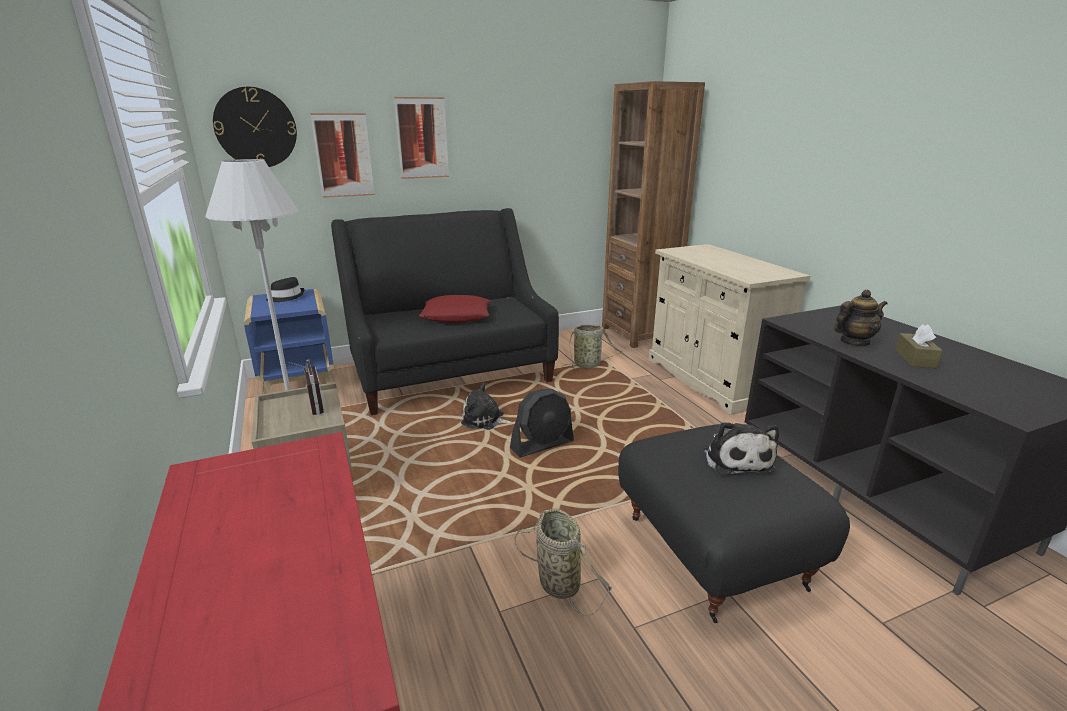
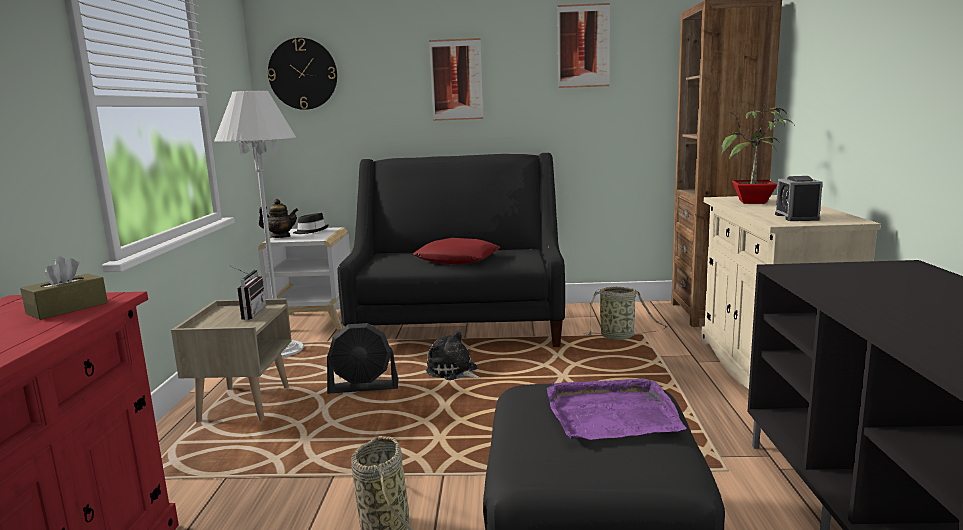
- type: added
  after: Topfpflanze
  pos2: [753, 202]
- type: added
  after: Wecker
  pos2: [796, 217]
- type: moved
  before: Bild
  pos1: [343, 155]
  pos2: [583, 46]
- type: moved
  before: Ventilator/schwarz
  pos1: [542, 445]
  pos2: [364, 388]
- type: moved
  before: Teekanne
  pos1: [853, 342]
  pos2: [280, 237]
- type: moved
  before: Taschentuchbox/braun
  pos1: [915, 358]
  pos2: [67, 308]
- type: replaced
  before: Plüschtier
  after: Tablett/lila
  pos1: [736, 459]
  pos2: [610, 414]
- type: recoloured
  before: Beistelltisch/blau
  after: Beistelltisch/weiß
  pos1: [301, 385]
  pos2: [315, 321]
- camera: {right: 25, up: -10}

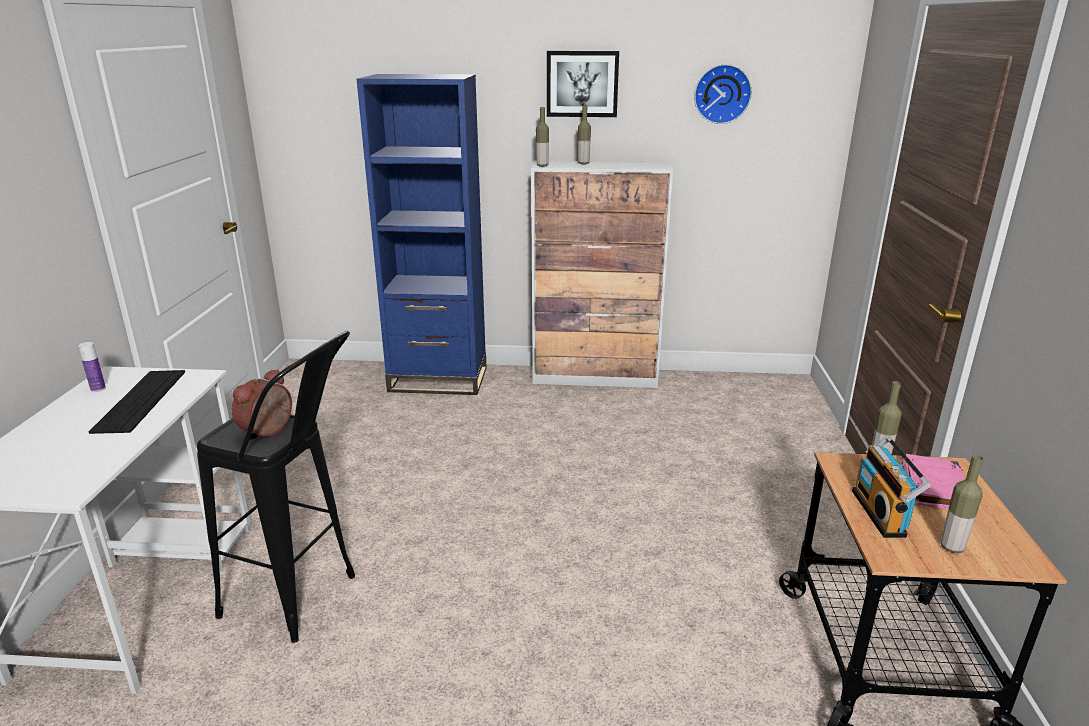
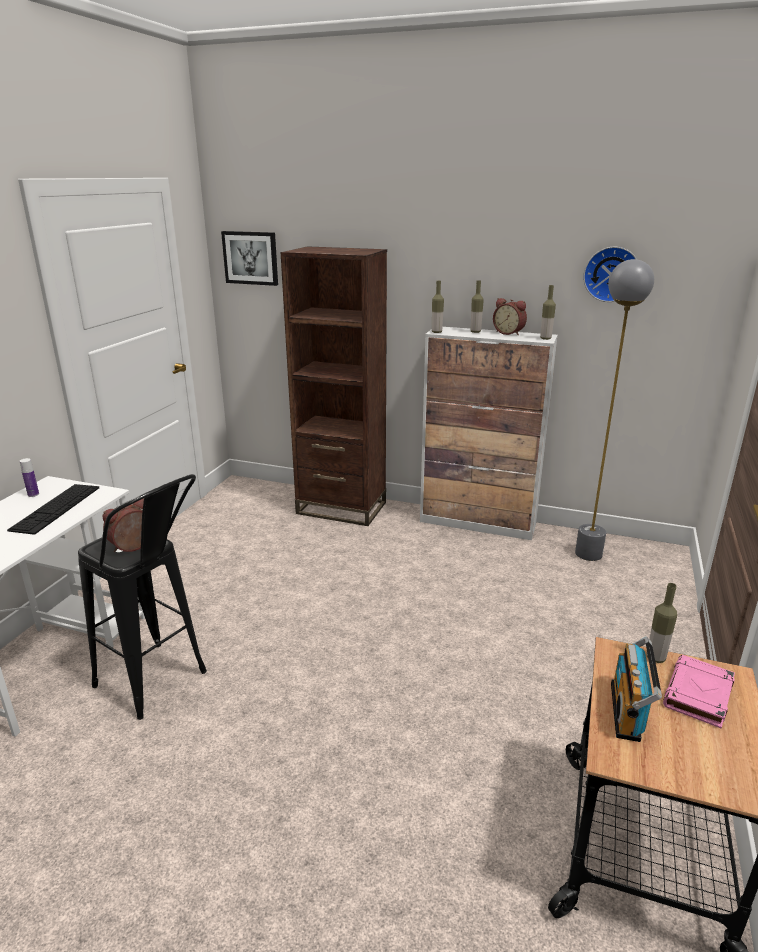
- type: added
  after: Wecker
  pos2: [509, 333]
- type: added
  after: Stehlampe/grau
  pos2: [588, 554]
- type: moved
  before: Bild
  pos1: [582, 84]
  pos2: [251, 258]
- type: moved
  before: Flasche
  pos1: [952, 547]
  pos2: [545, 338]
- type: recoloured
  before: Bücherregal/blau
  after: Bücherregal/braun
  pos1: [438, 380]
  pos2: [341, 508]
- camera: {right: 15, up: 0}

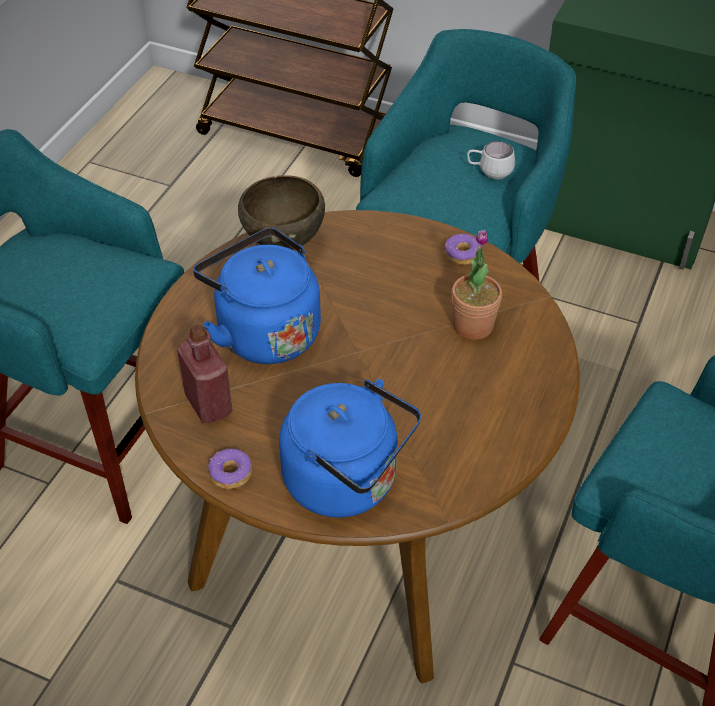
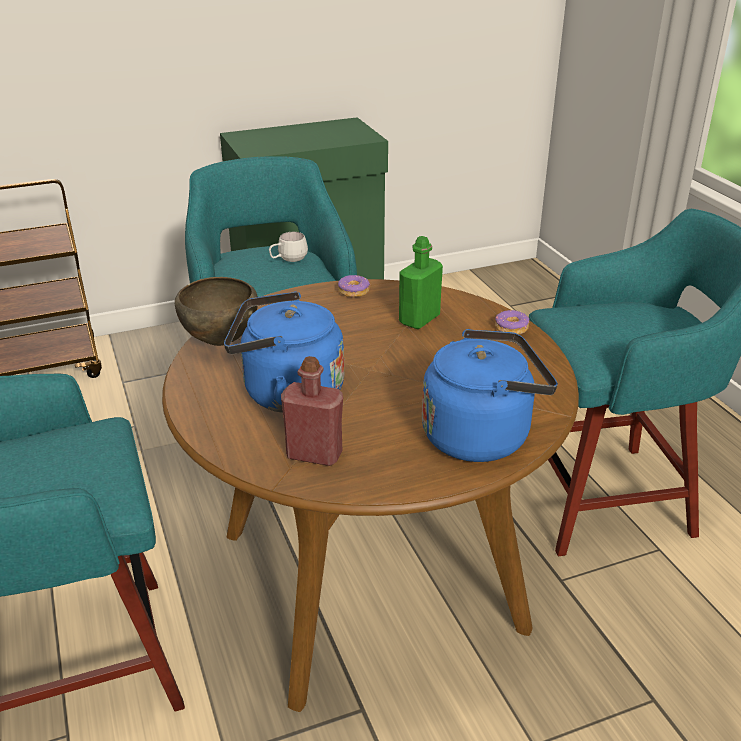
- type: moved
  before: Donut
  pos1: [230, 474]
  pos2: [511, 328]
- type: replaced
  before: Topfpflanze
  after: Flasche/grün
  pos1: [473, 325]
  pos2: [419, 319]
- camera: {right: -45, up: -15}

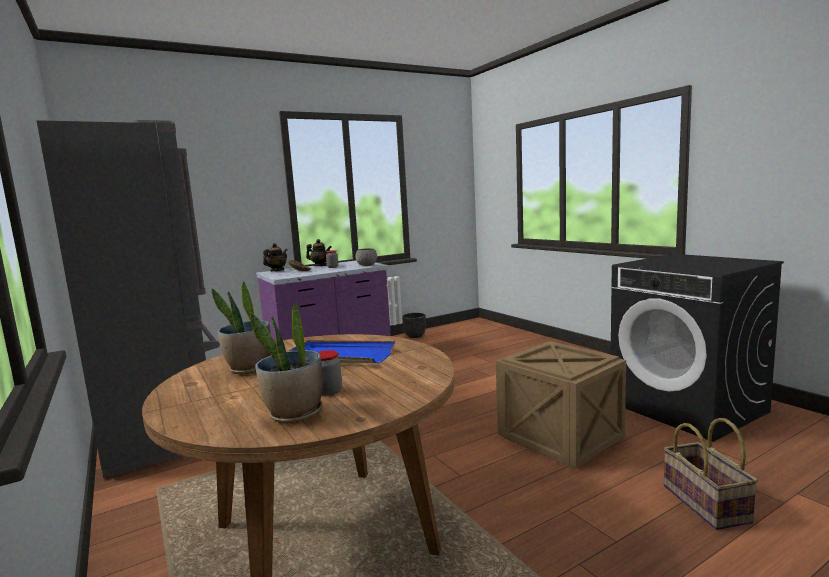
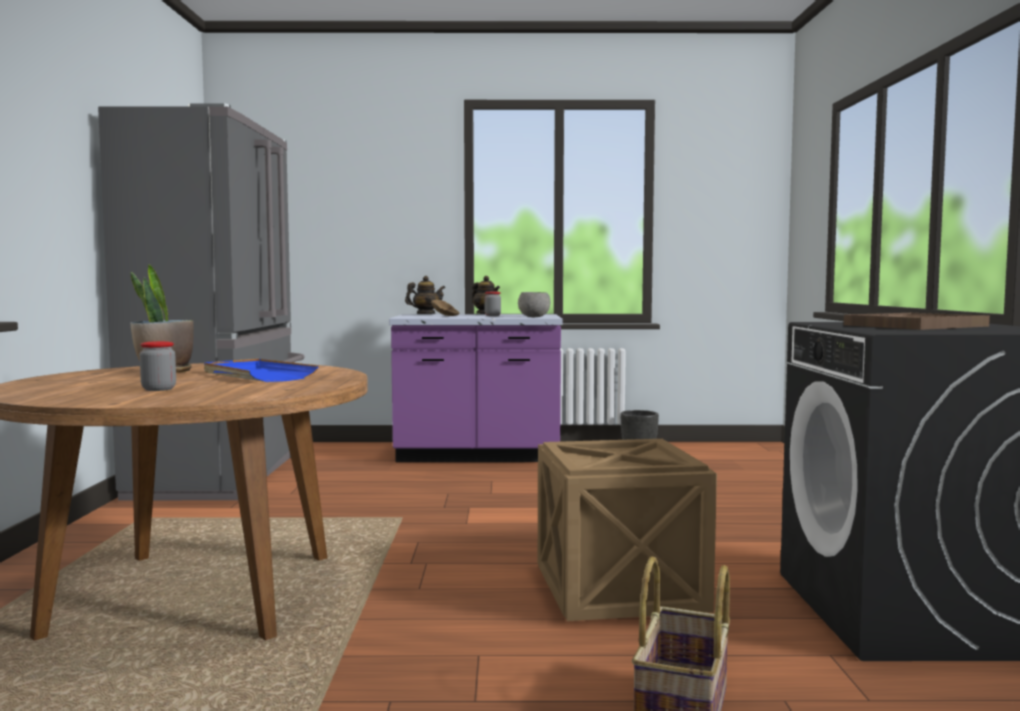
- type: removed
  before: Topfpflanze
  pos1: [295, 414]
- type: added
  after: Tablett/braun
  pos2: [915, 325]
- camera: {right: 30, up: -5}

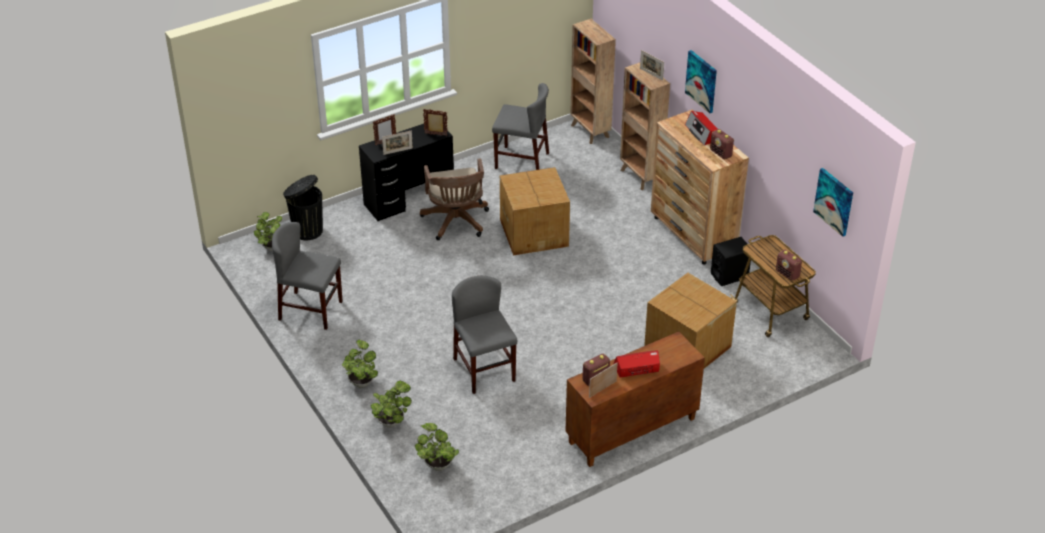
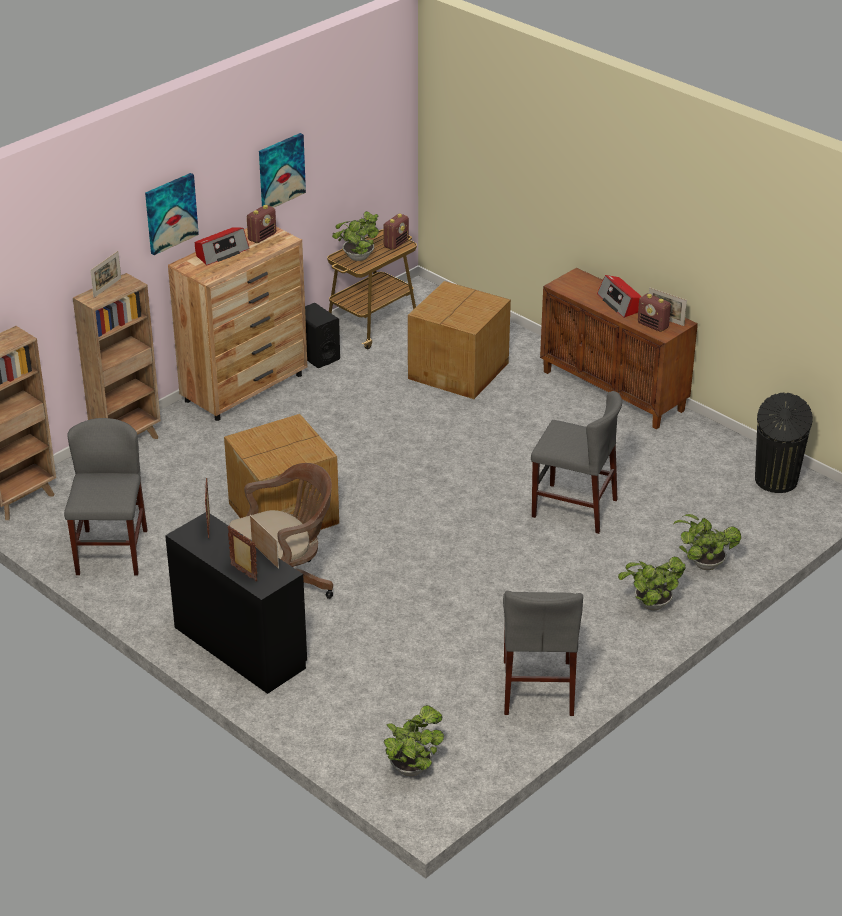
- type: moved
  before: Mülleimer/schwarz
  pos1: [307, 230]
  pos2: [776, 481]
- type: moved
  before: Topfpflanze
  pos1: [437, 463]
  pos2: [357, 258]
- type: moved
  before: Bild
  pos1: [834, 201]
  pos2: [281, 171]
- type: turned
  before: Stuhl/grau
  pos1: [484, 370]
  pos2: [574, 508]
  turn: -120
- camera: {right: -105, up: -5}

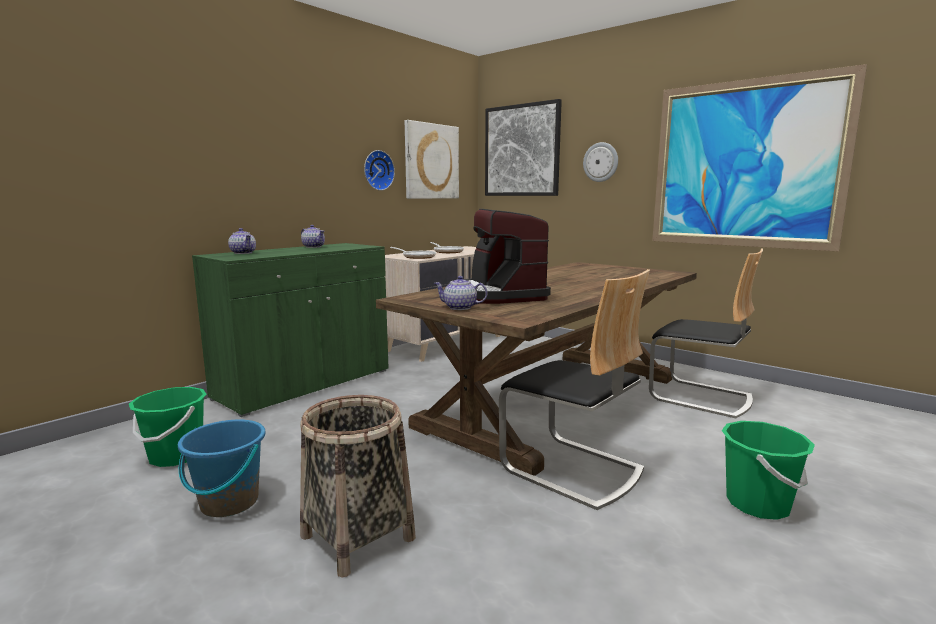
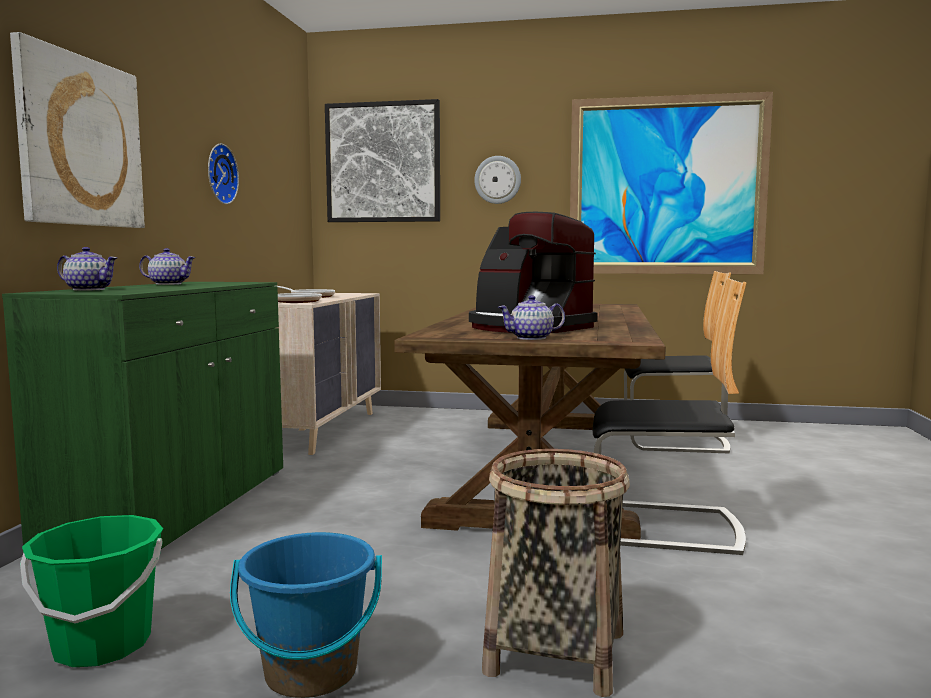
- type: removed
  before: Eimer/grün
  pos1: [758, 504]
- type: moved
  before: Bild
  pos1: [431, 161]
  pos2: [80, 142]
- camera: {right: -30, up: -5}

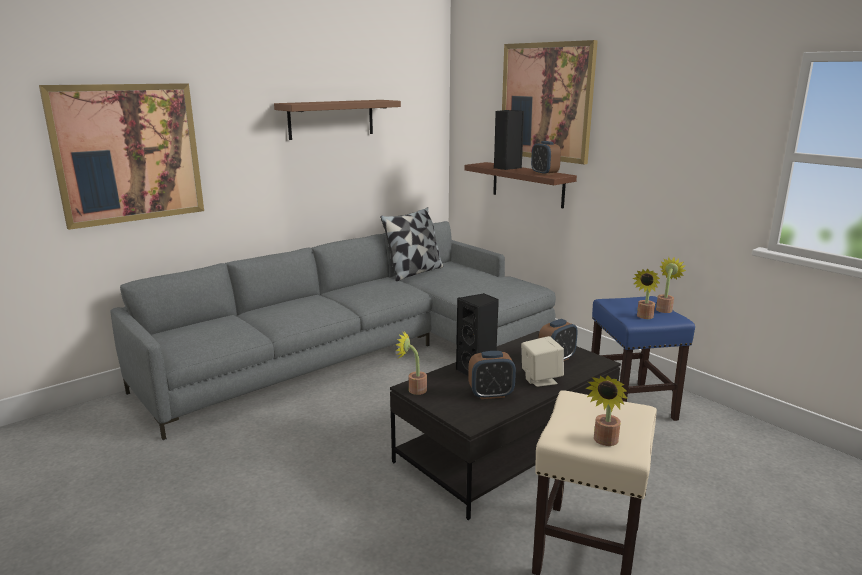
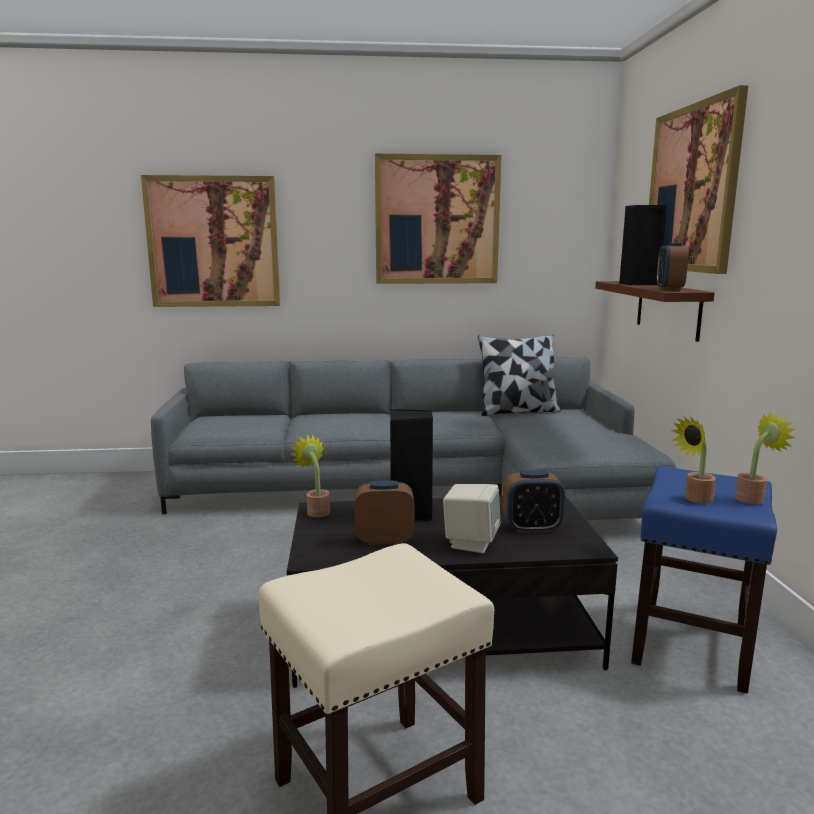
- type: removed
  before: Topfpflanze
  pos1: [604, 442]
- type: replaced
  before: Wandregal/braun
  after: Bild
  pos1: [331, 119]
  pos2: [437, 220]
- type: turned
  before: Wecker
  pos1: [491, 394]
  pos2: [384, 539]
  turn: 150
- camera: {right: 35, up: -5}

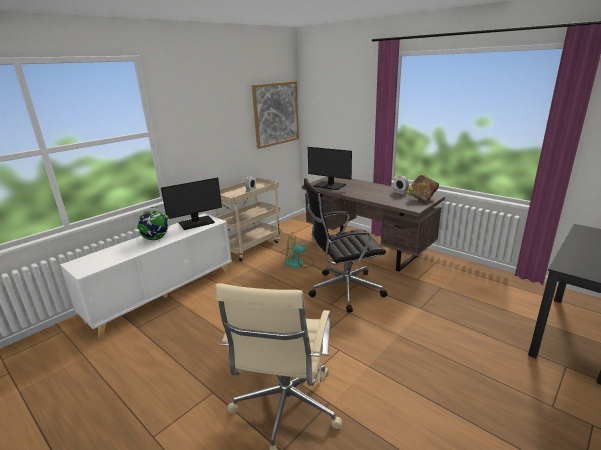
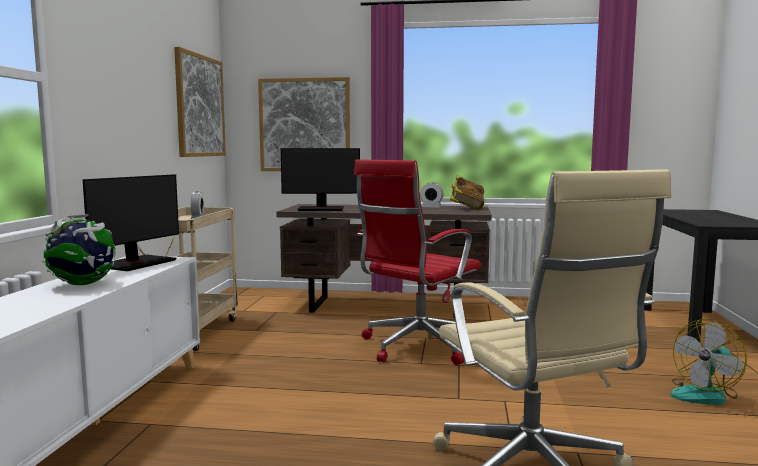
- type: added
  after: Bild
  pos2: [304, 125]
- type: moved
  before: Ventilator
  pos1: [298, 263]
  pos2: [705, 394]
- type: recoloured
  before: Bürostuhl/schwarz
  after: Bürostuhl/rot
  pos1: [343, 290]
  pos2: [416, 347]
- camera: {right: -35, up: -15}

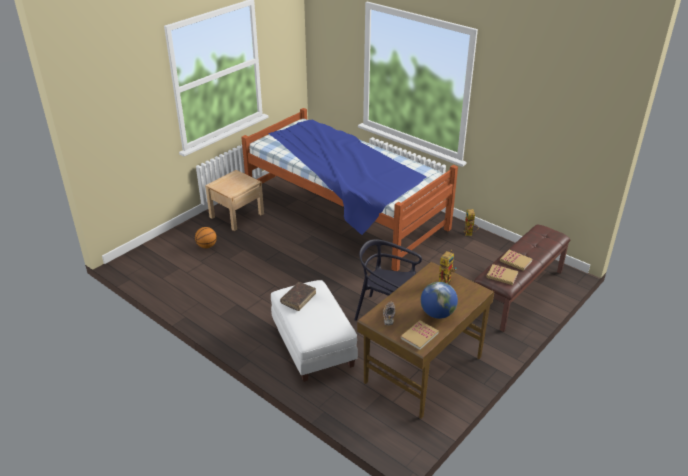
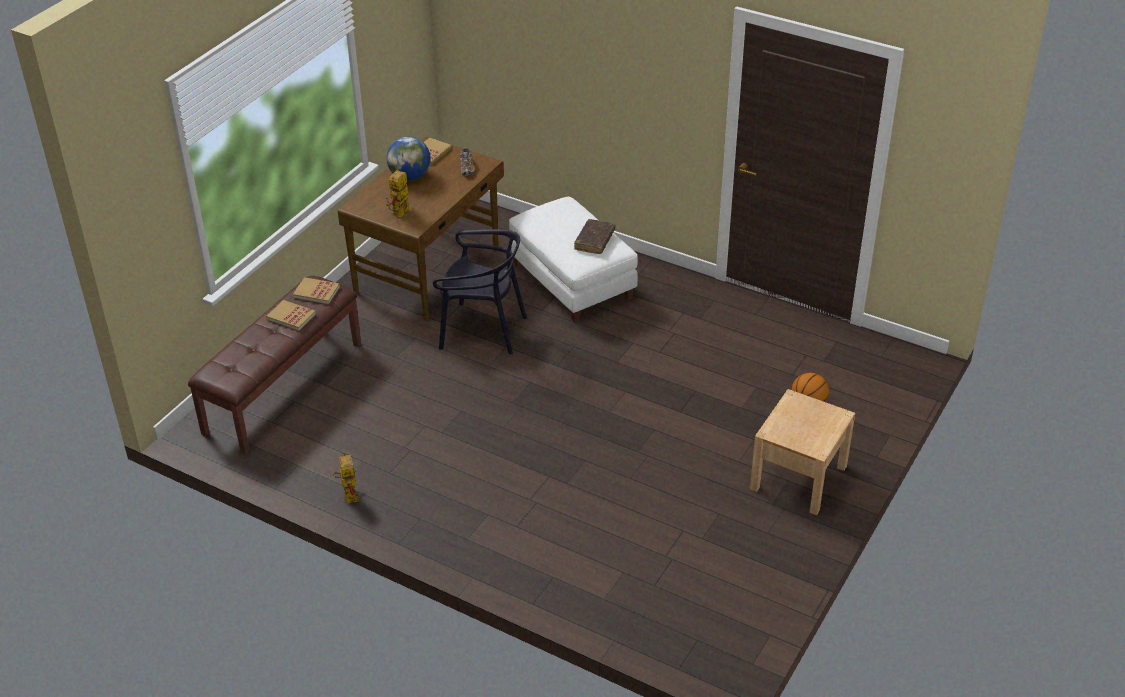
- type: removed
  before: Bett
  pos1: [345, 213]
- camera: {right: 170, up: 5}

